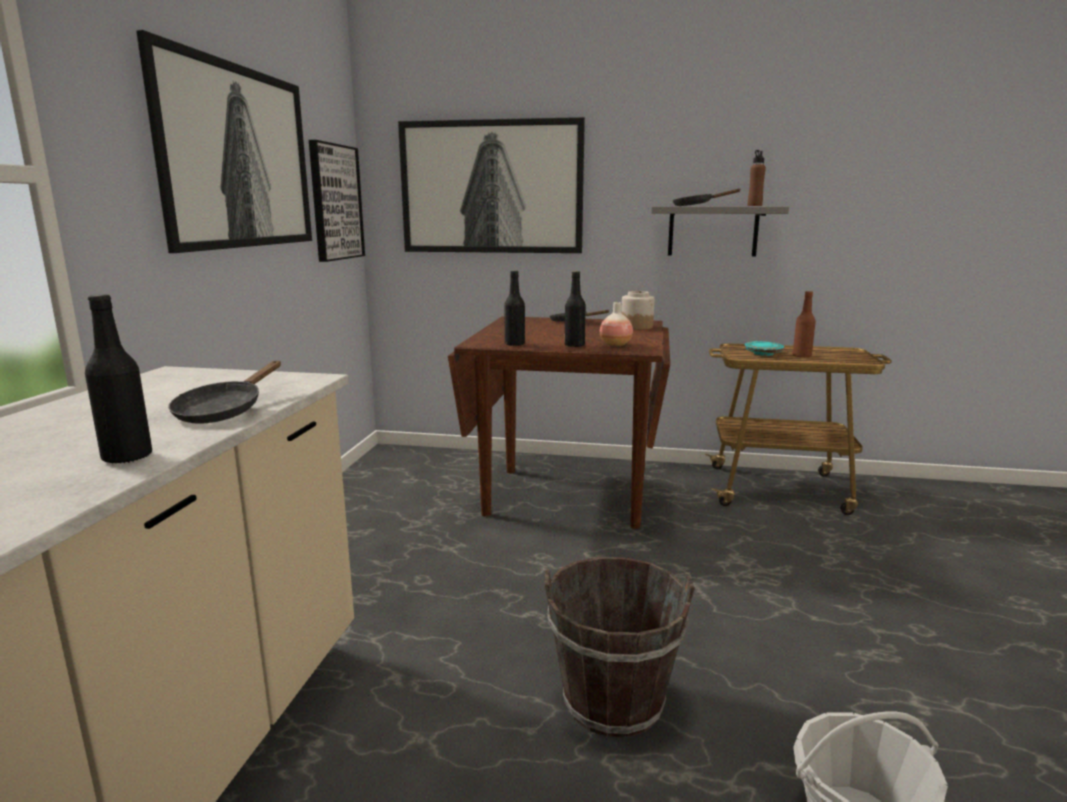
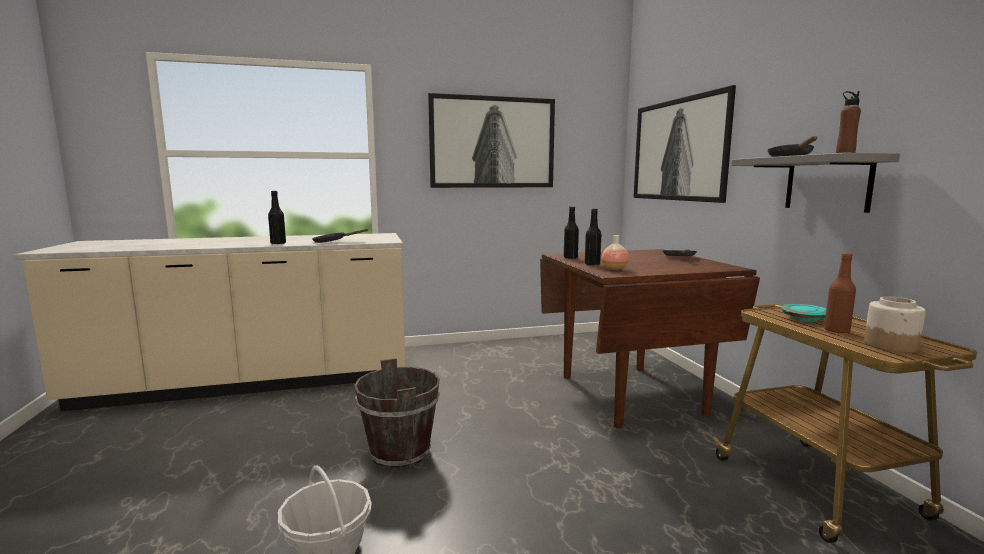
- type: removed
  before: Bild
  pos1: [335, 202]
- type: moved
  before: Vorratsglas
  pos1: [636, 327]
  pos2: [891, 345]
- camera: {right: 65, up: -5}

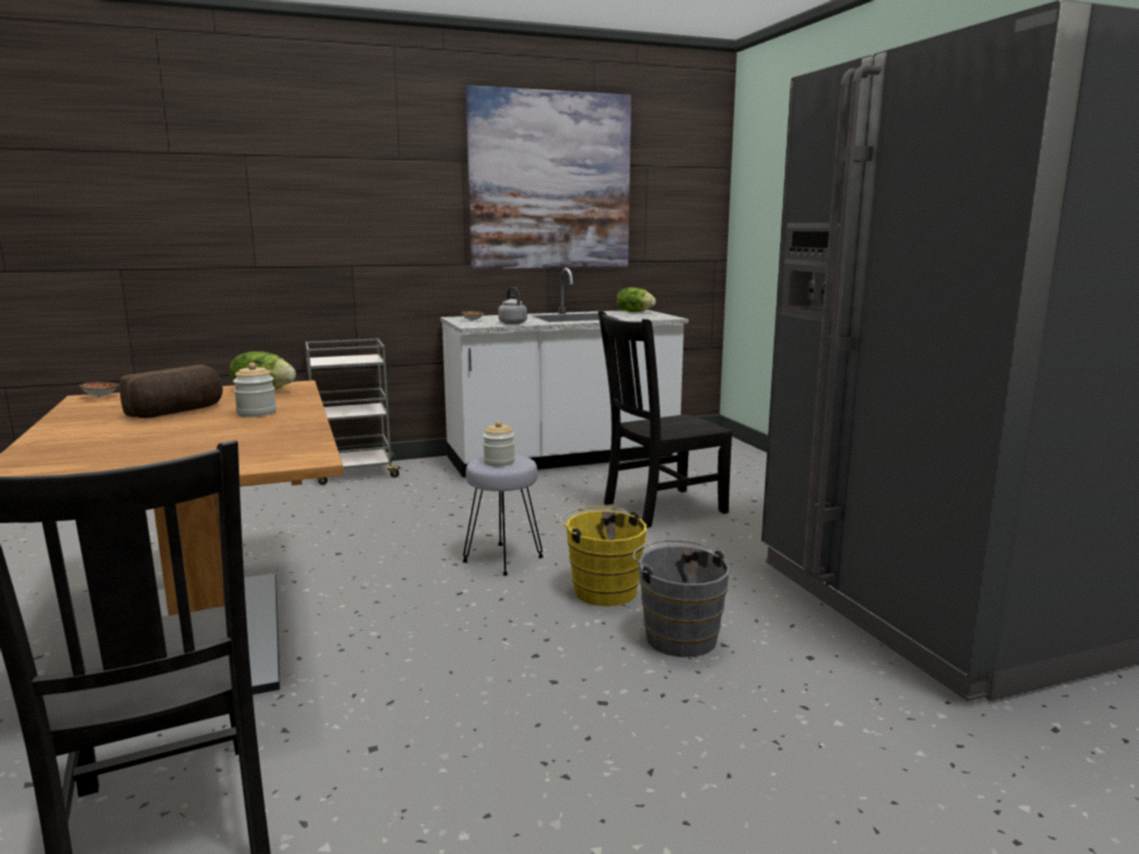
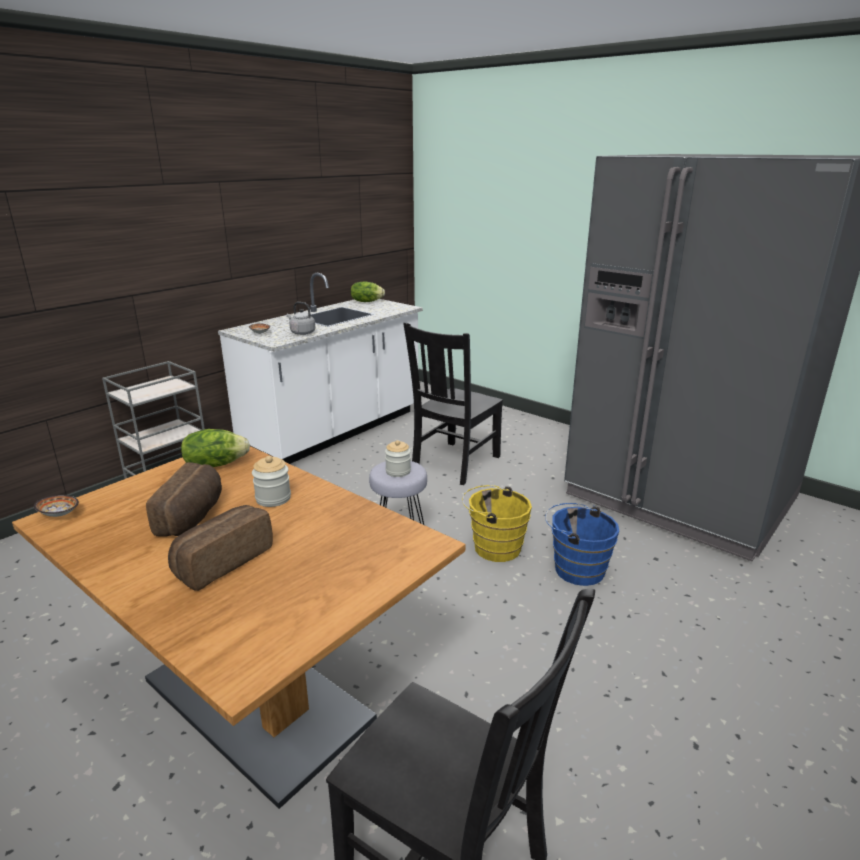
- type: removed
  before: Bild
  pos1: [550, 181]
- type: added
  after: Brot
  pos2: [222, 561]
- type: recoloured
  before: Eimer/grau
  after: Eimer/blau
  pos1: [678, 635]
  pos2: [575, 568]
- camera: {right: -30, up: 10}

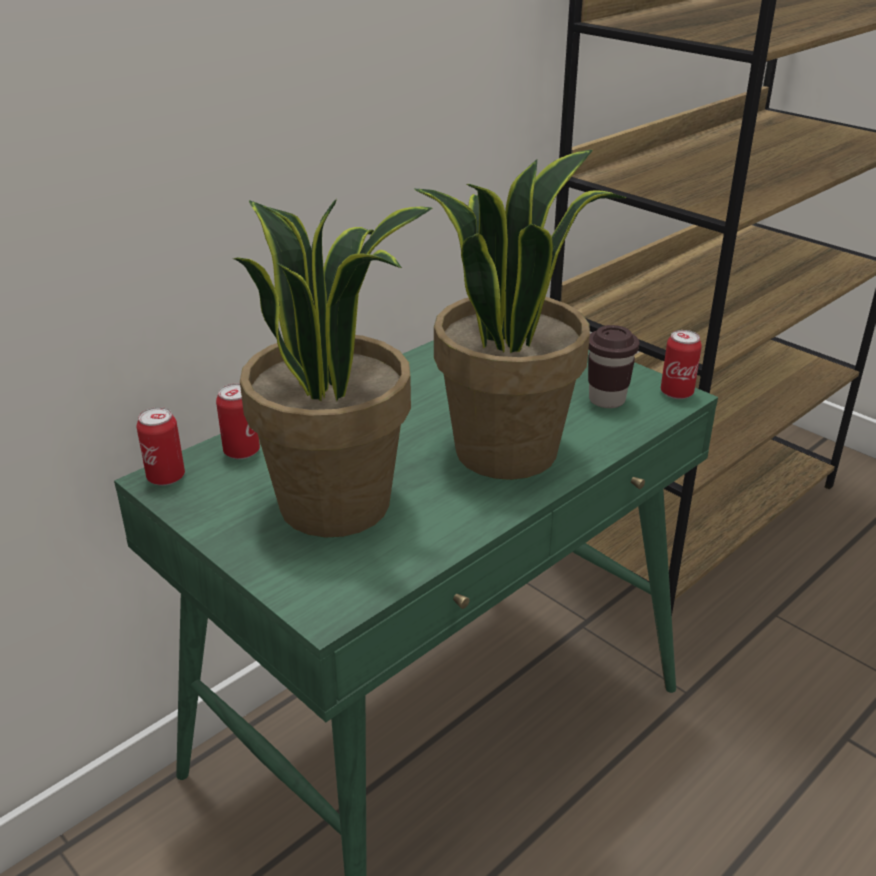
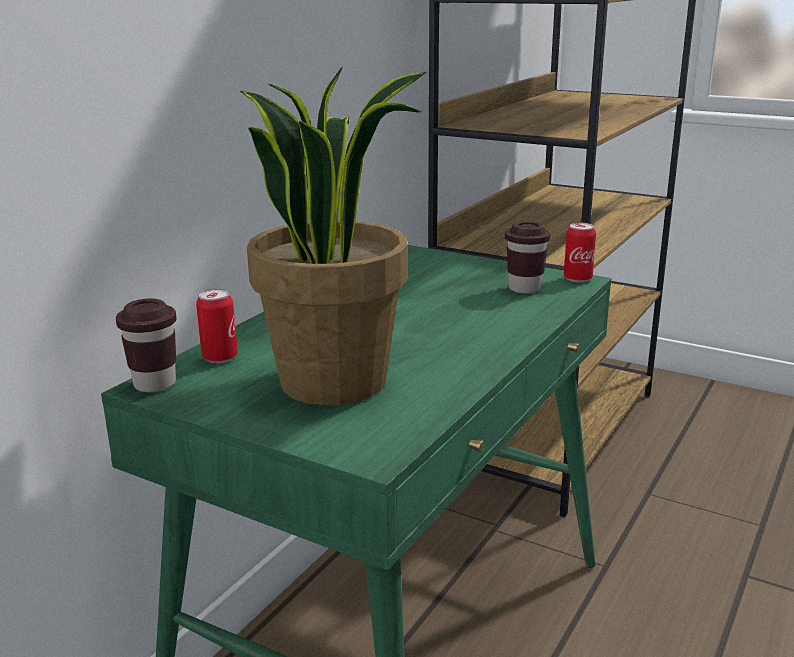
- type: removed
  before: Topfpflanze
  pos1: [506, 450]
- type: replaced
  before: Dose
  after: Tasse/braun
  pos1: [166, 477]
  pos2: [155, 384]
- camera: {right: -15, up: -10}

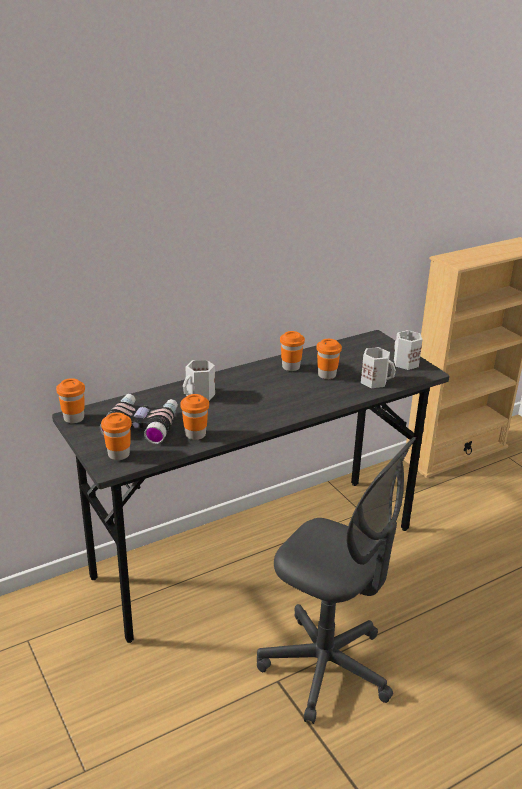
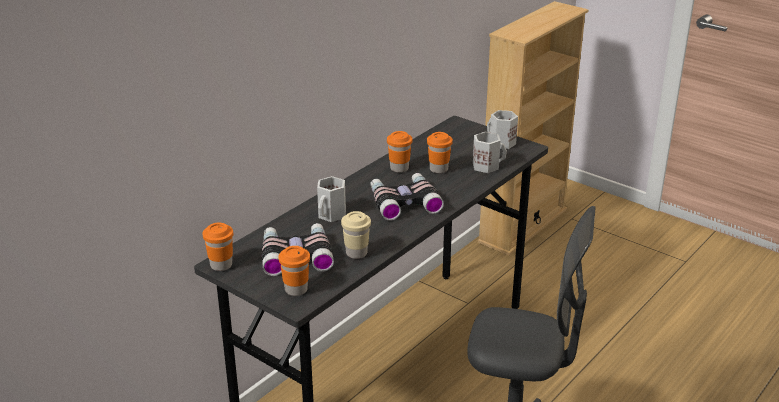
- type: added
  after: Fernglas
  pos2: [404, 202]
- type: recoloured
  before: Tasse/orange
  after: Tasse/beige
  pos1: [195, 434]
  pos2: [356, 253]
- camera: {right: -20, up: 0}

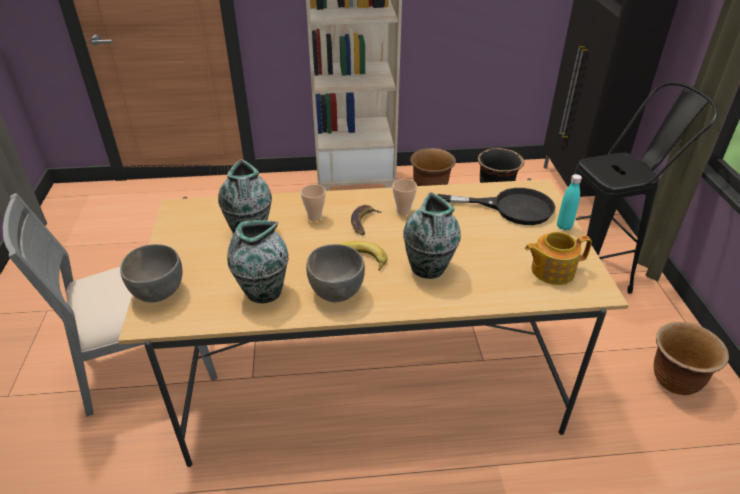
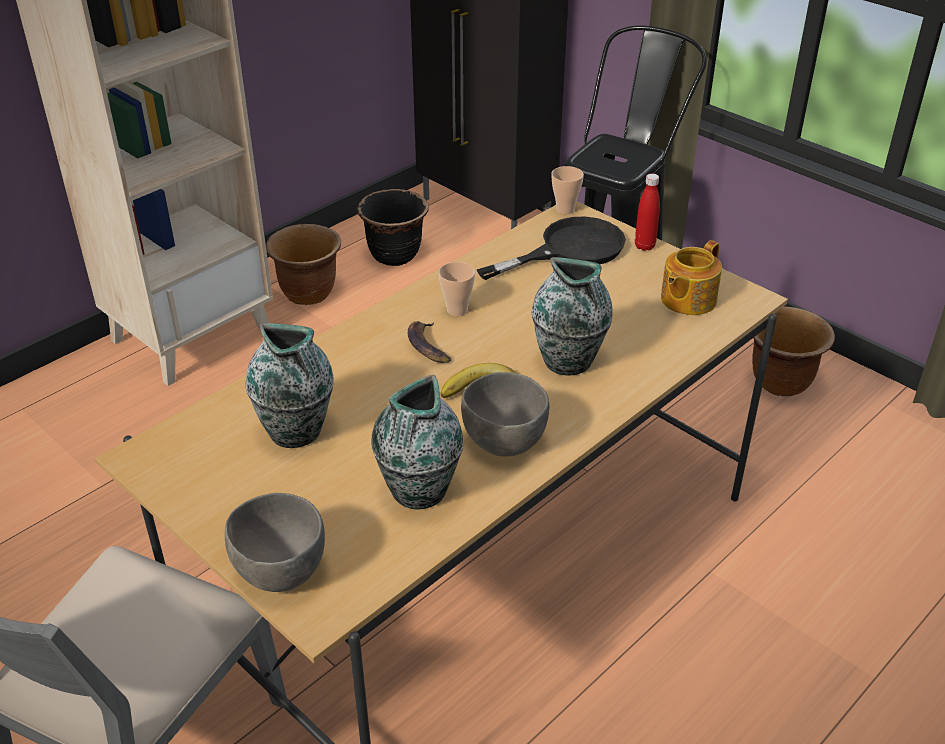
- type: moved
  before: Tasse
  pos1: [314, 217]
  pos2: [565, 210]
- type: recoloured
  before: Flasche/türkis
  after: Flasche/rot
  pos1: [564, 226]
  pos2: [644, 246]
- camera: {right: -40, up: 0}

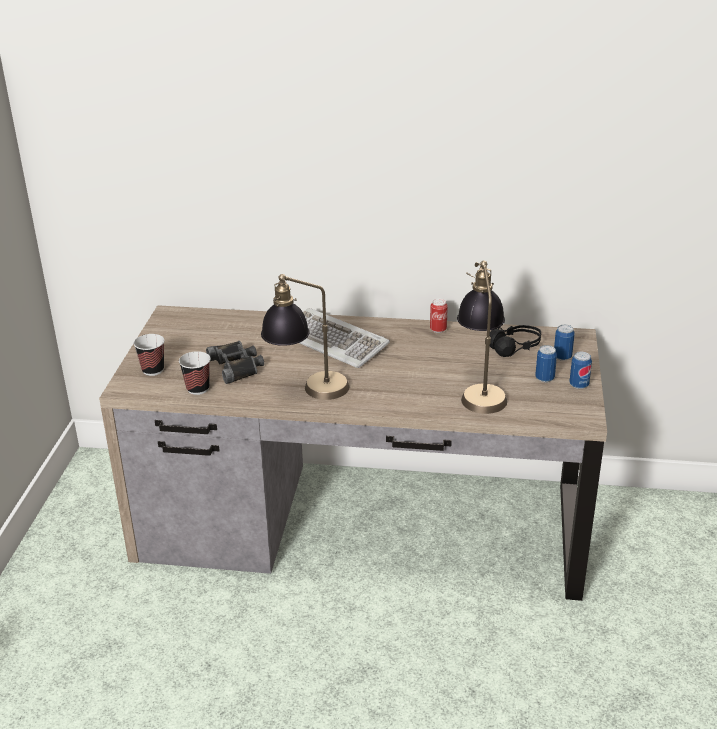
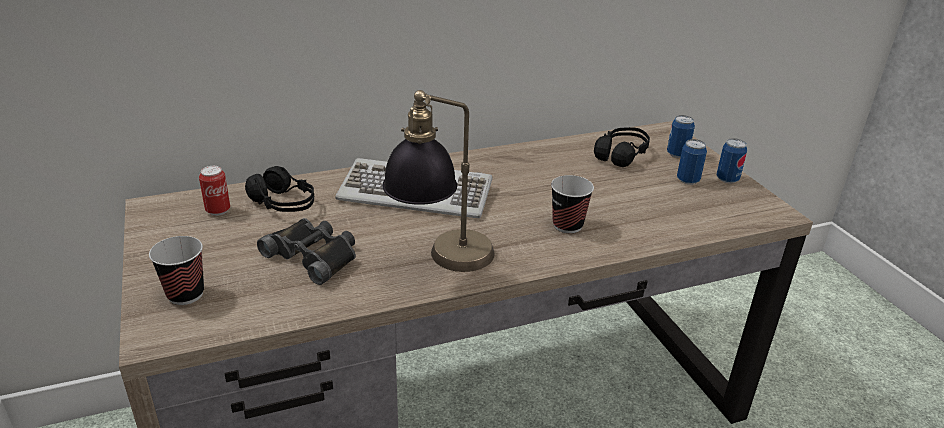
- type: removed
  before: Tischlampe
  pos1: [480, 389]
- type: added
  after: Kopfhörer/schwarz
  pos2: [284, 204]
- type: moved
  before: Tasse
  pos1: [198, 389]
  pos2: [567, 225]
- type: moved
  before: Dose
  pos1: [438, 329]
  pos2: [218, 210]
- camera: {right: -30, up: 0}

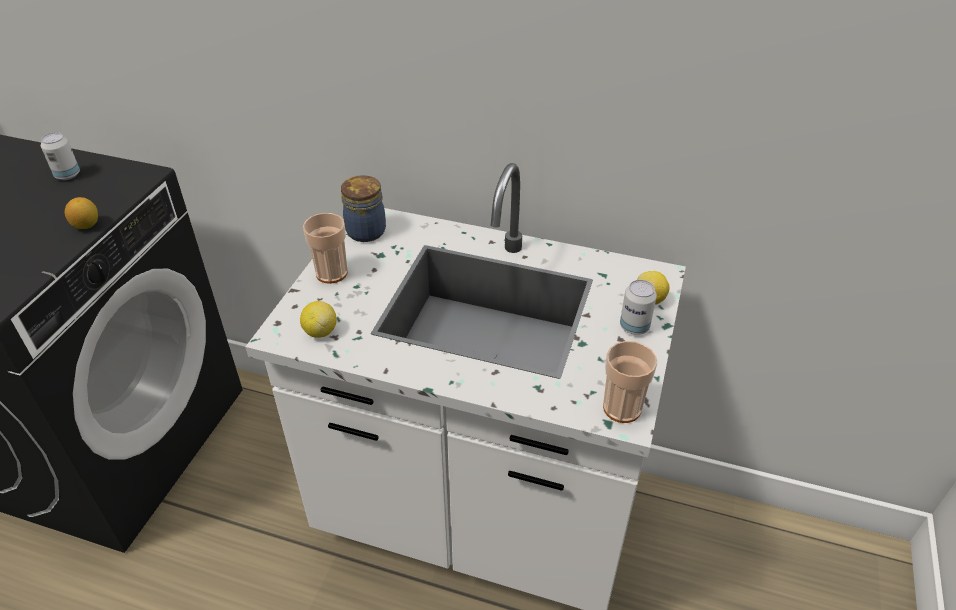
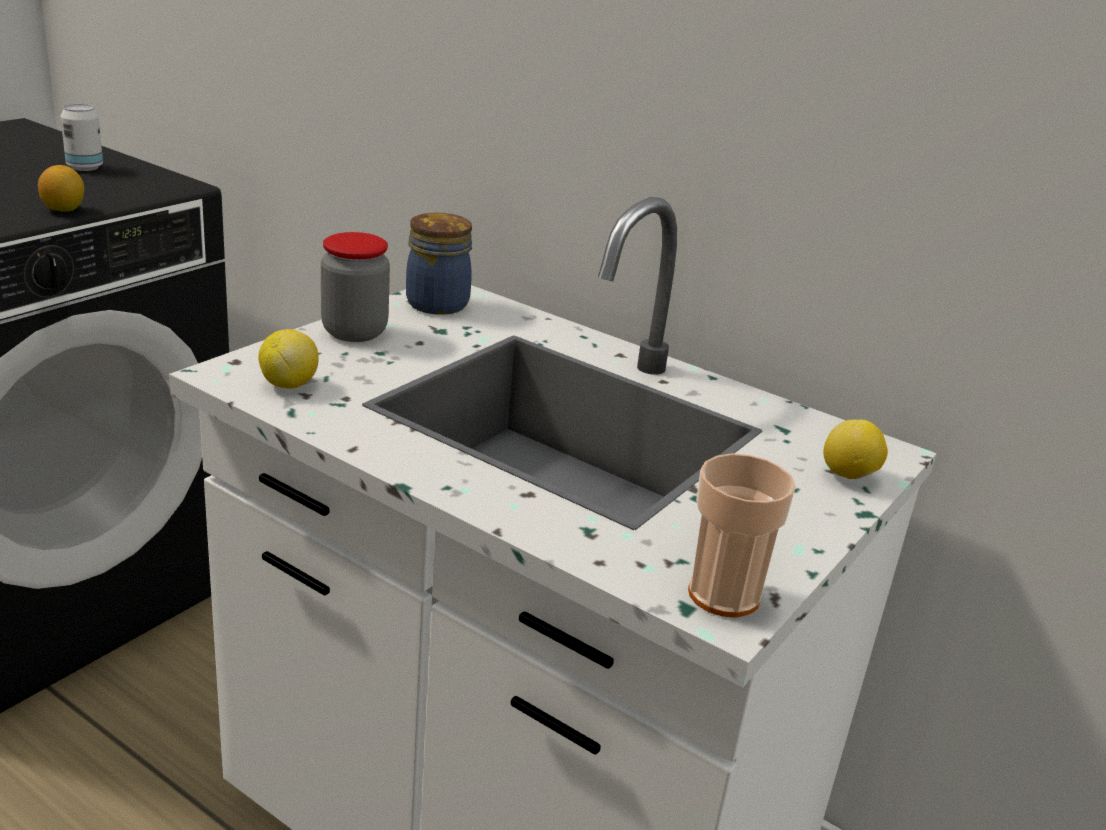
- type: removed
  before: Dose
  pos1: [634, 327]
- type: replaced
  before: Tasse
  after: Vorratsglas
  pos1: [331, 273]
  pos2: [354, 332]
- camera: {right: 15, up: -15}

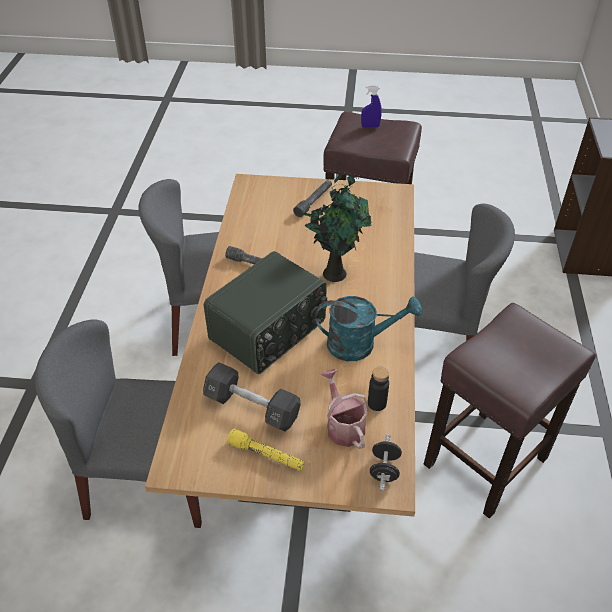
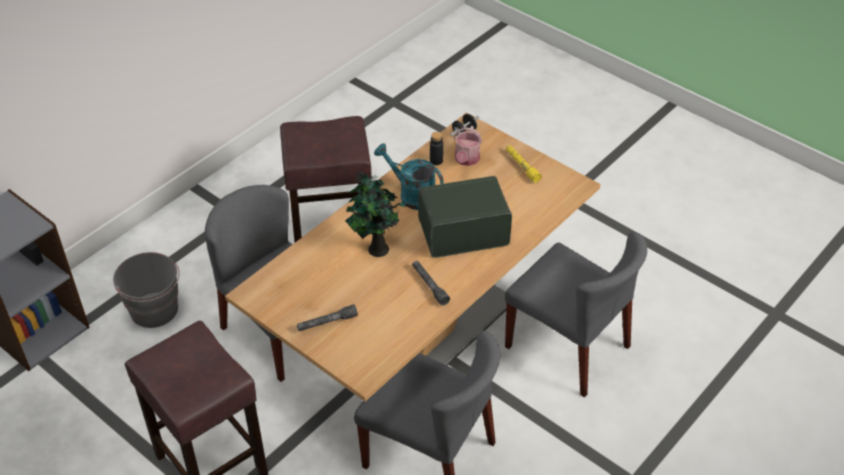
- type: removed
  before: Hantel/schwarz
  pos1: [252, 407]
- type: removed
  before: Sprühflasche/blau
  pos1: [370, 127]
- type: added
  after: Eimer/grau
  pos2: [155, 310]
- camera: {right: -145, up: 0}

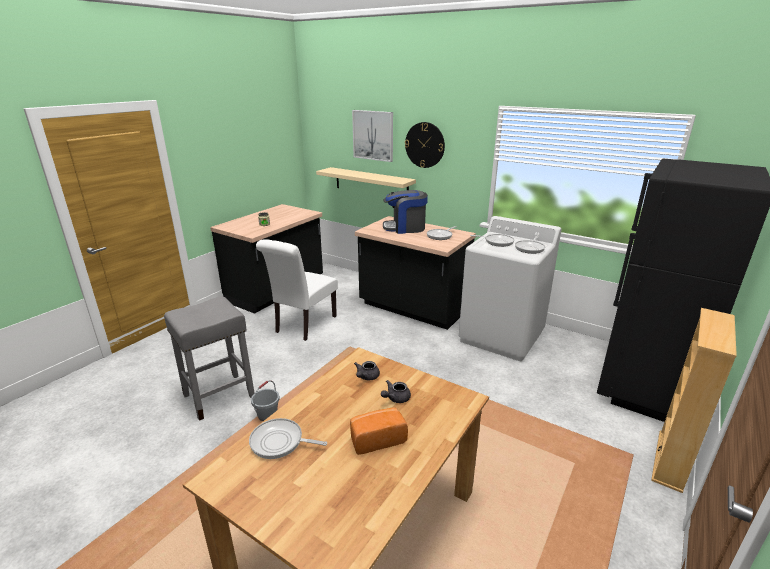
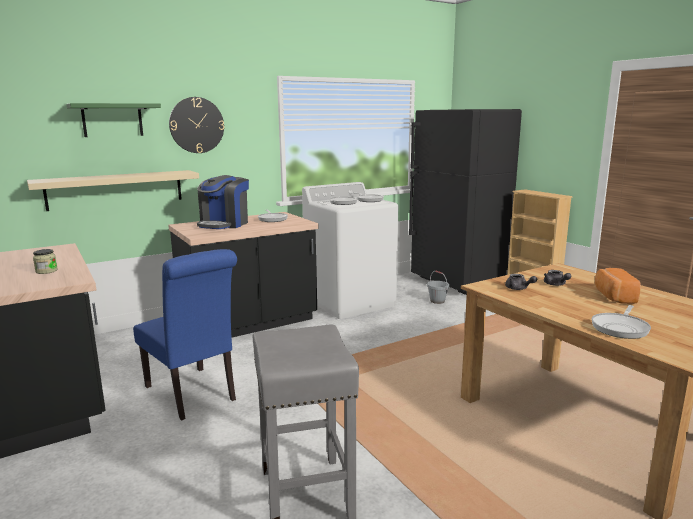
- type: moved
  before: Eimer/grau
  pos1: [267, 415]
  pos2: [437, 301]
- type: replaced
  before: Bild
  after: Wandregal/grün
  pos1: [373, 135]
  pos2: [112, 120]
- type: recoloured
  before: Stuhl/weiß
  after: Stuhl/blau
  pos1: [303, 325]
  pos2: [193, 395]
- camera: {right: -65, up: -10}

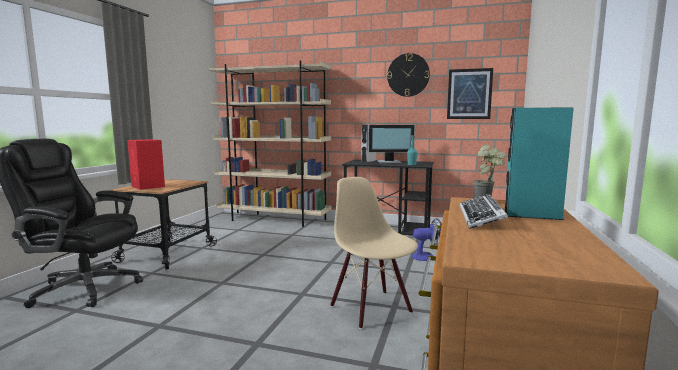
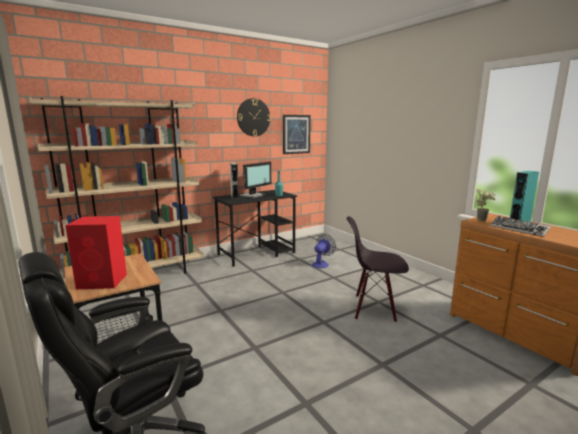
- type: recoloured
  before: Stuhl/beige
  after: Stuhl/schwarz
  pos1: [371, 309]
  pos2: [374, 309]
- camera: {right: -50, up: 5}

